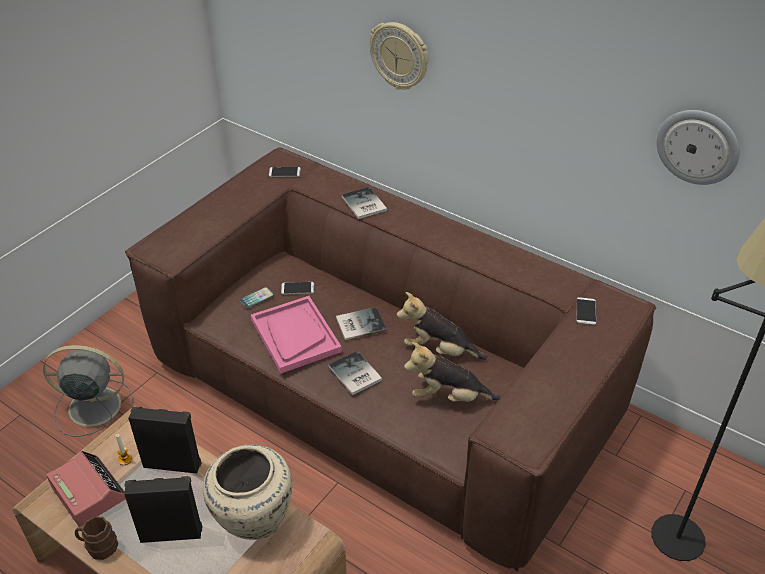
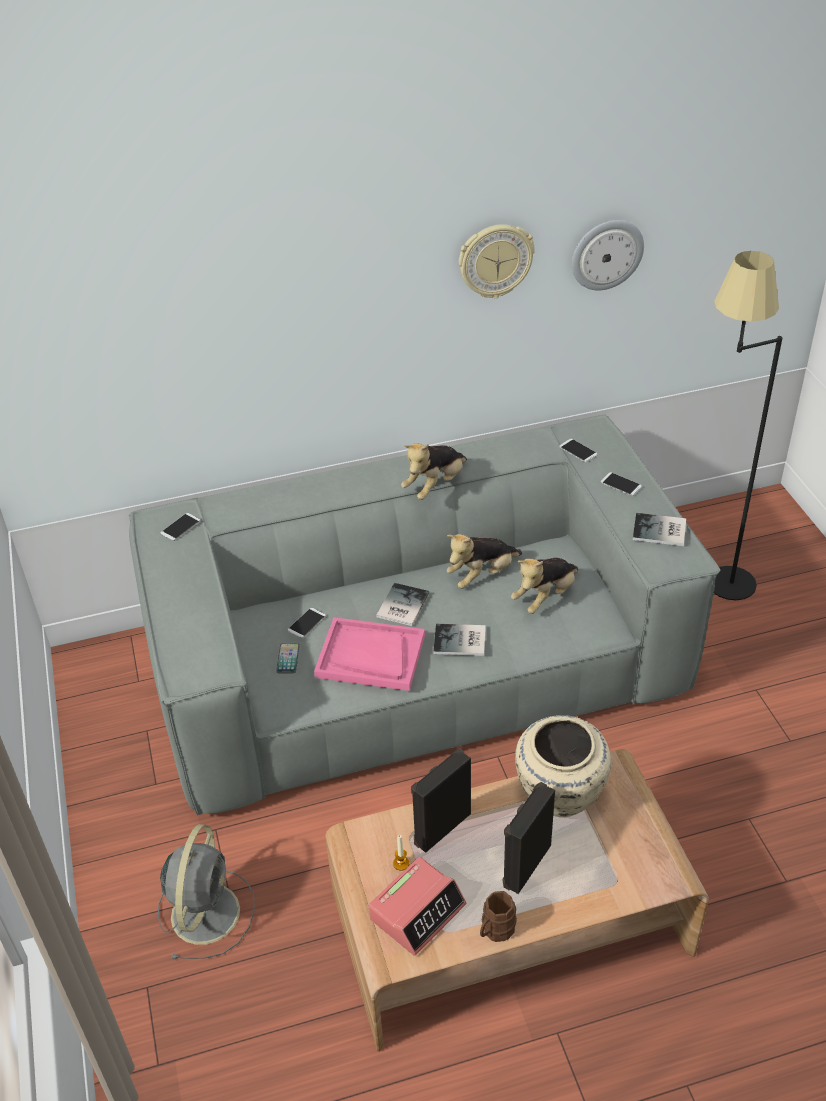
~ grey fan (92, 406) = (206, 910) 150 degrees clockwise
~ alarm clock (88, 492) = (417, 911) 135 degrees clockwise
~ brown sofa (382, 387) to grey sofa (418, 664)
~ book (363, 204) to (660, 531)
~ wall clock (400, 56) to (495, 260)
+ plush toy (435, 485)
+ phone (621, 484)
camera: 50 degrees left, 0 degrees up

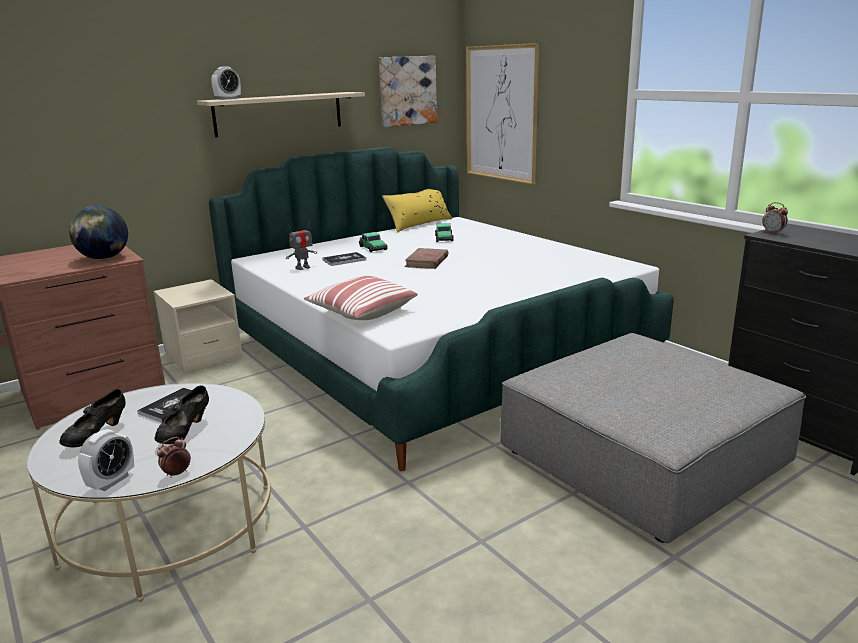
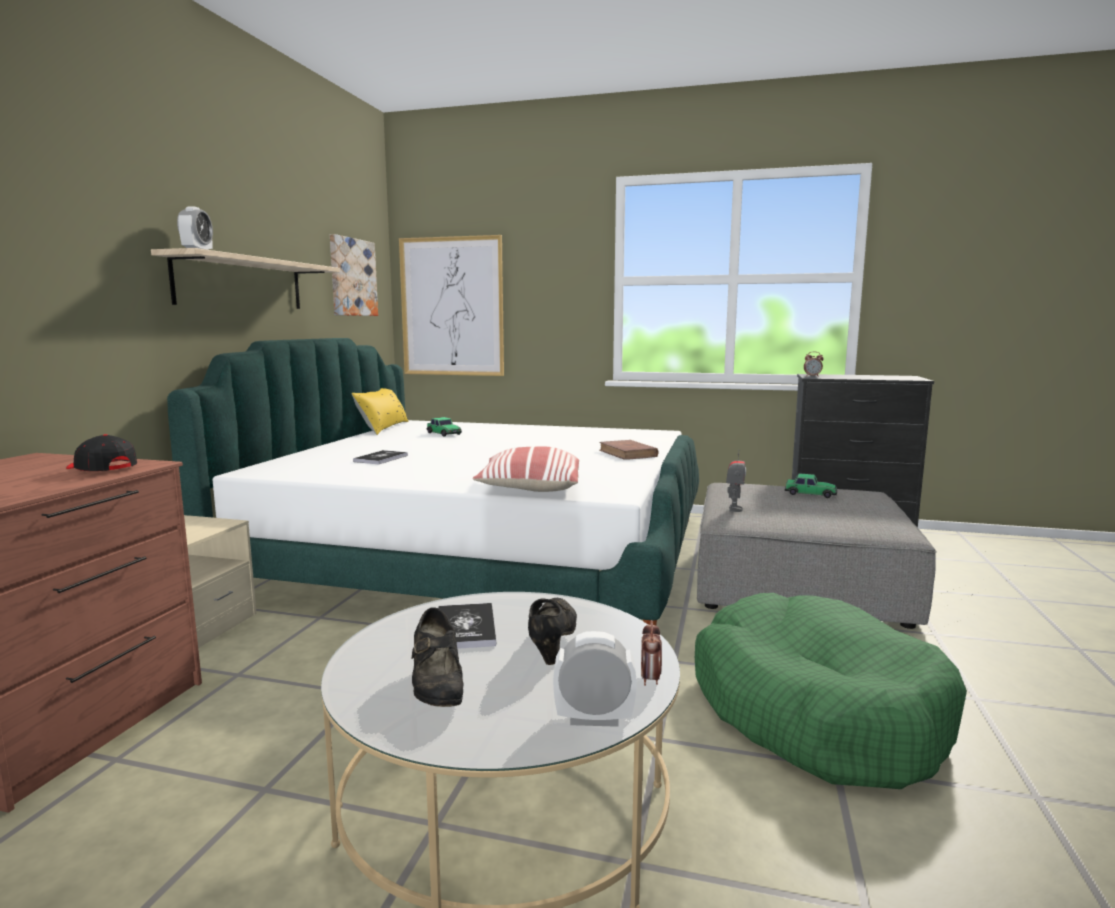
~ globe (104, 258) to black cap (101, 468)
~ alarm clock (111, 481) = (594, 719) 75 degrees counterclockwise
~ black shoe (185, 433) = (552, 644) 150 degrees counterclockwise
~ toy robot (303, 267) to (734, 509)
~ toy car (373, 248) to (810, 494)
~ brown book (427, 261) to (627, 453)
+ green dog bed (815, 711)
camera: 40 degrees left, 10 degrees down

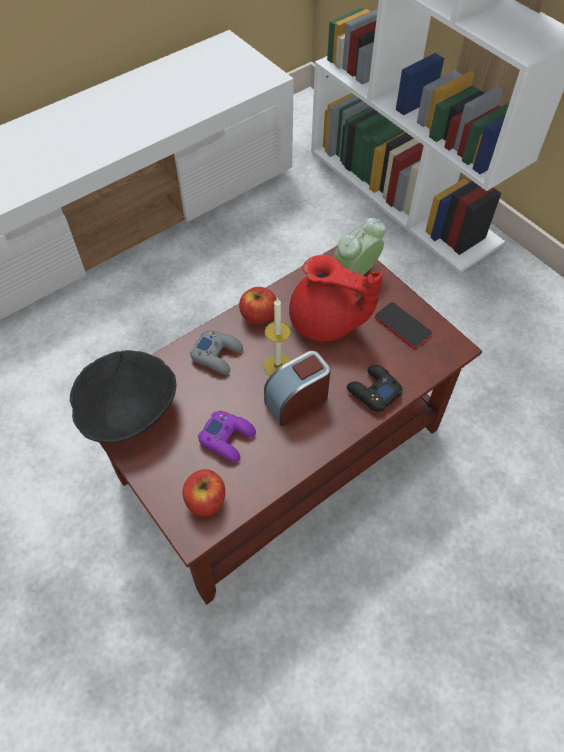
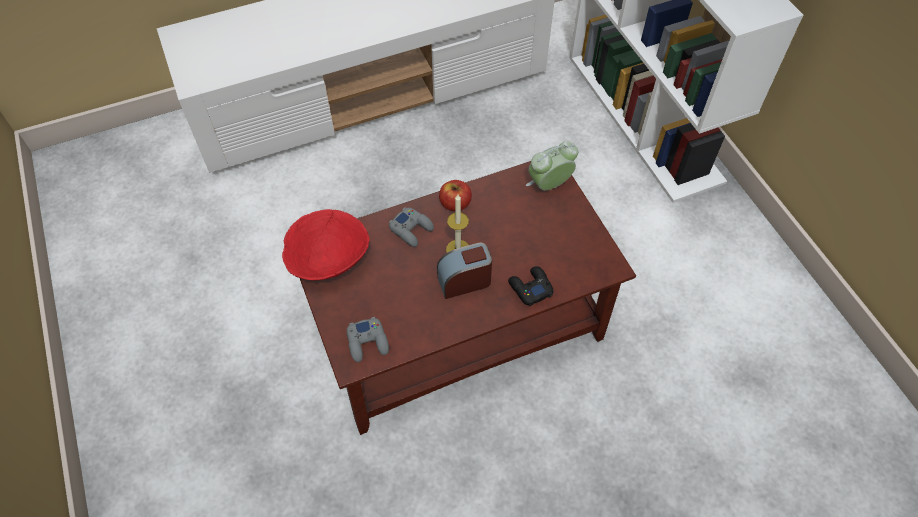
~ black bowl (129, 412) to red bowl (328, 260)
~ apple (205, 500) to grey game controller (368, 342)
- purple game controller (228, 438)
- red teapot (326, 323)
- phone (402, 326)
camera: 15 degrees right, 0 degrees up

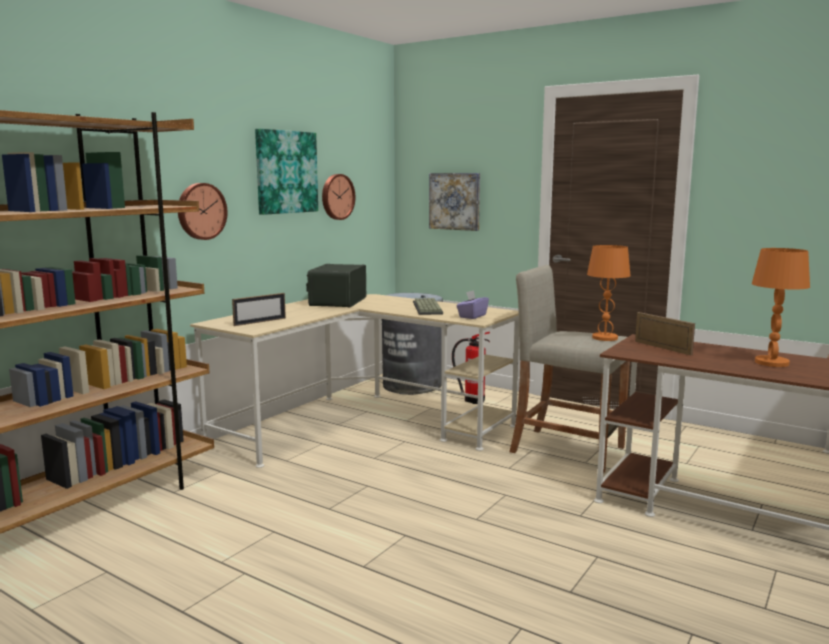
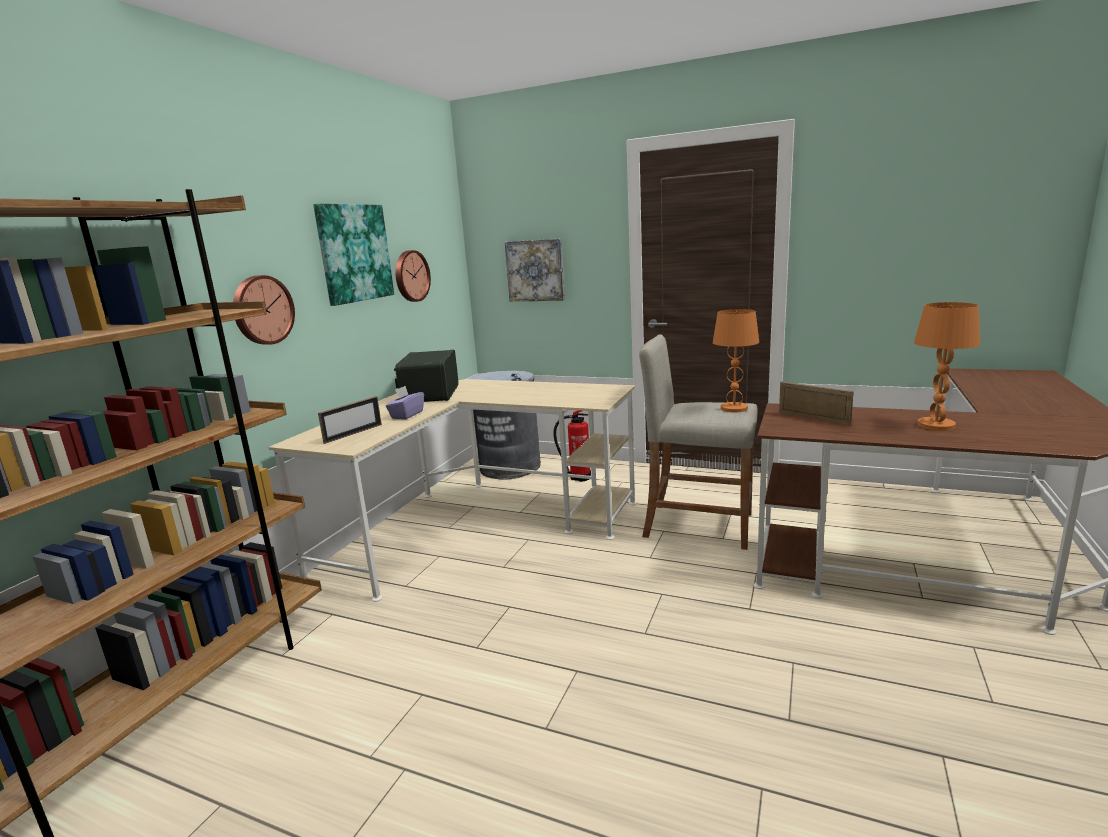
- keyboard (428, 308)
~ purple tissue box (472, 316) to (407, 415)
camera: 10 degrees left, 5 degrees up

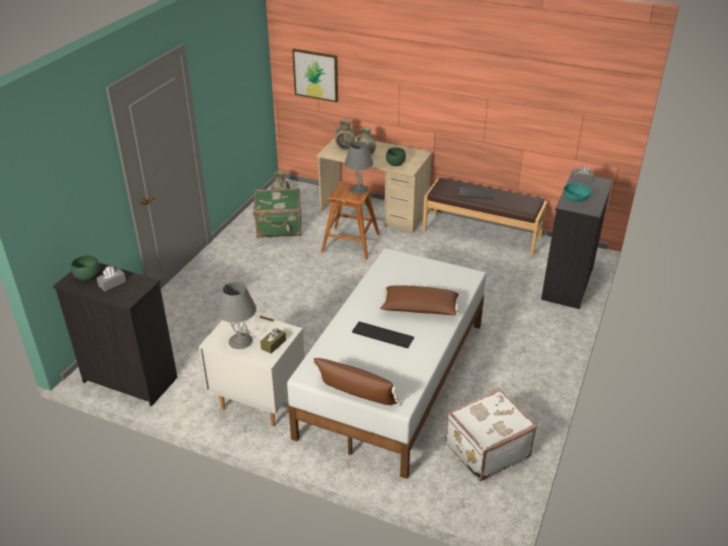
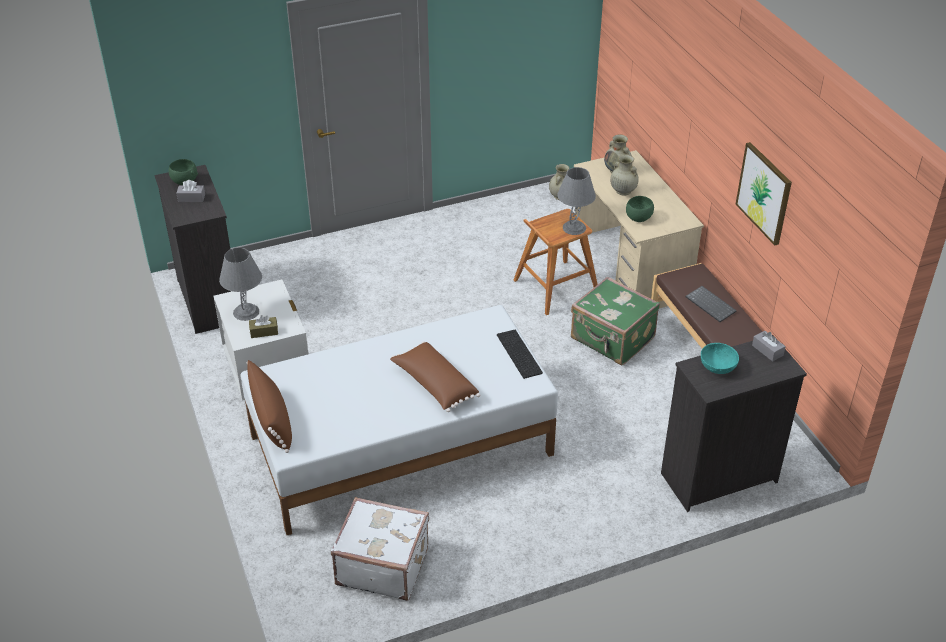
~ green suitcase (279, 227) to (612, 339)
~ picture (316, 75) to (764, 193)
~ keyboard (381, 335) to (517, 354)
camera: 45 degrees right, 5 degrees up

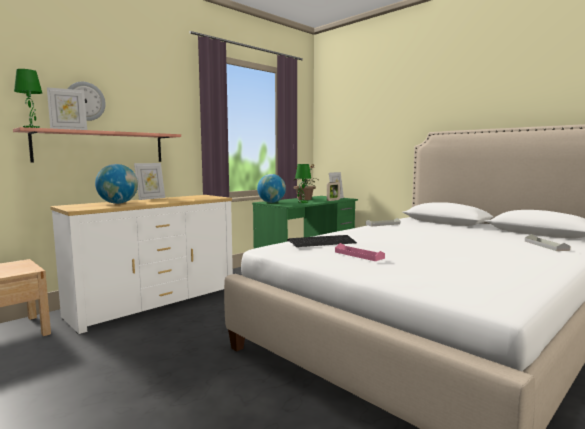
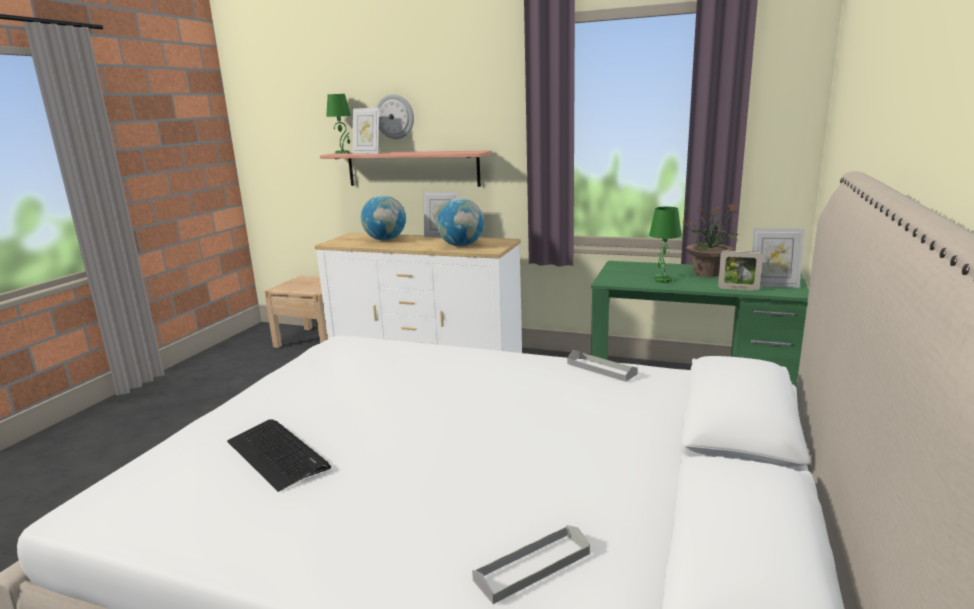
~ globe (271, 202) to (461, 245)
~ keyboard (322, 242) to (277, 454)
- pink tray (359, 255)
camera: 65 degrees right, 10 degrees up

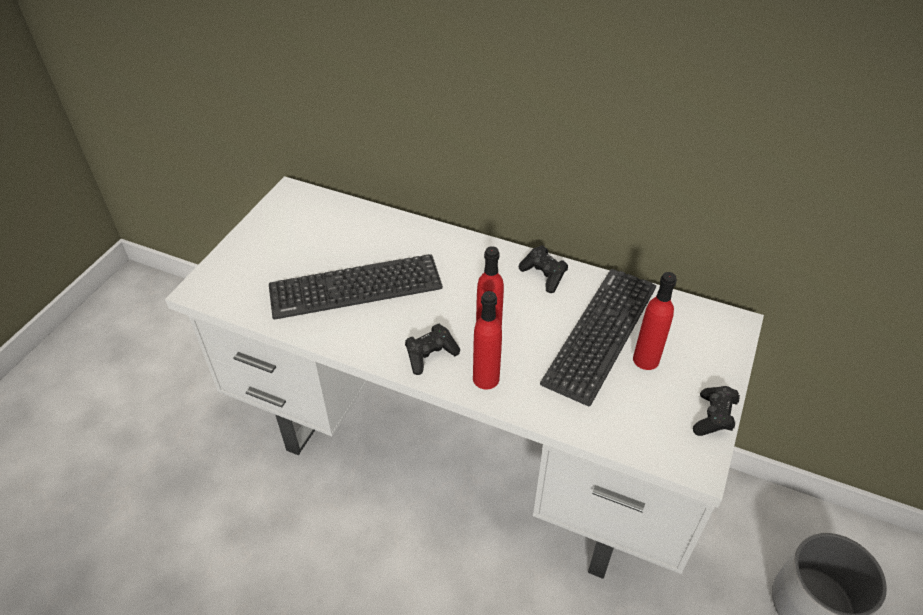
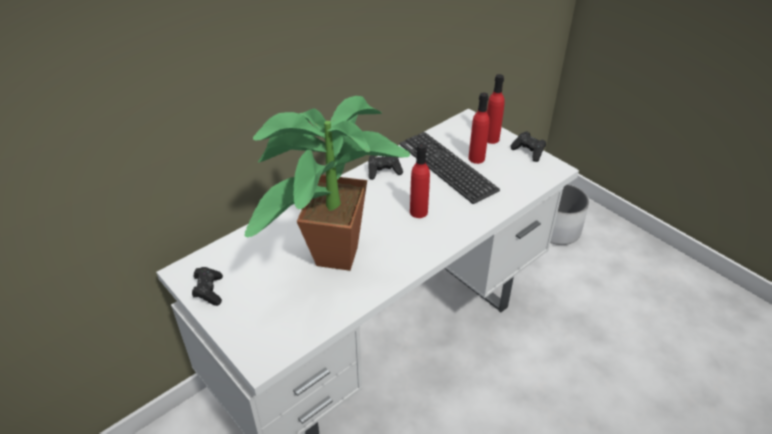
~ keyboard (355, 287) to potted plant (330, 262)
~ black game controller (430, 355) to (209, 291)
~ red bottle (486, 378) to (491, 139)
camera: 65 degrees left, 5 degrees down

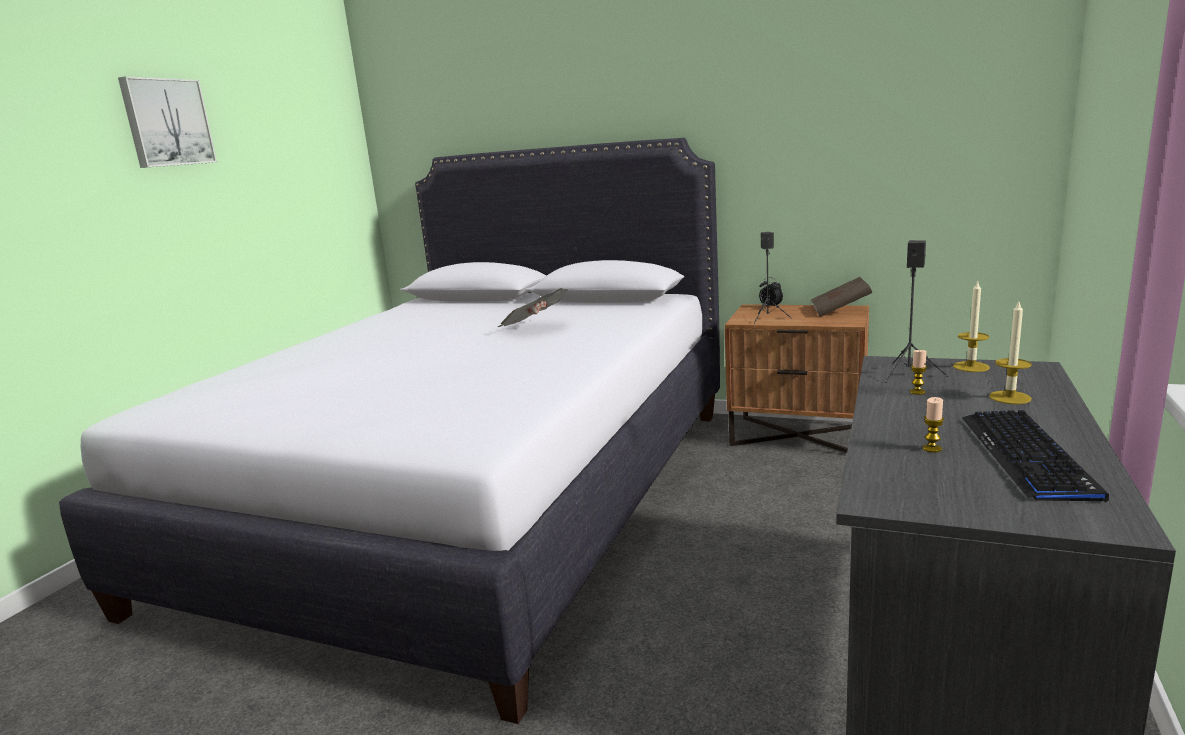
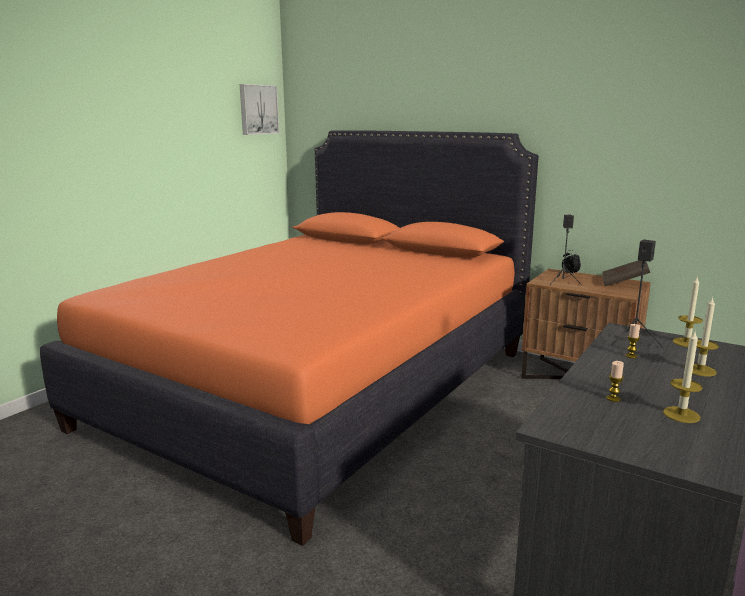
~ white bed (474, 496) to orange bed (319, 387)
~ picture (167, 122) to (258, 109)
- newspaper (534, 327)
~ keyboard (1027, 456) to candle (681, 414)
camera: 10 degrees right, 0 degrees up

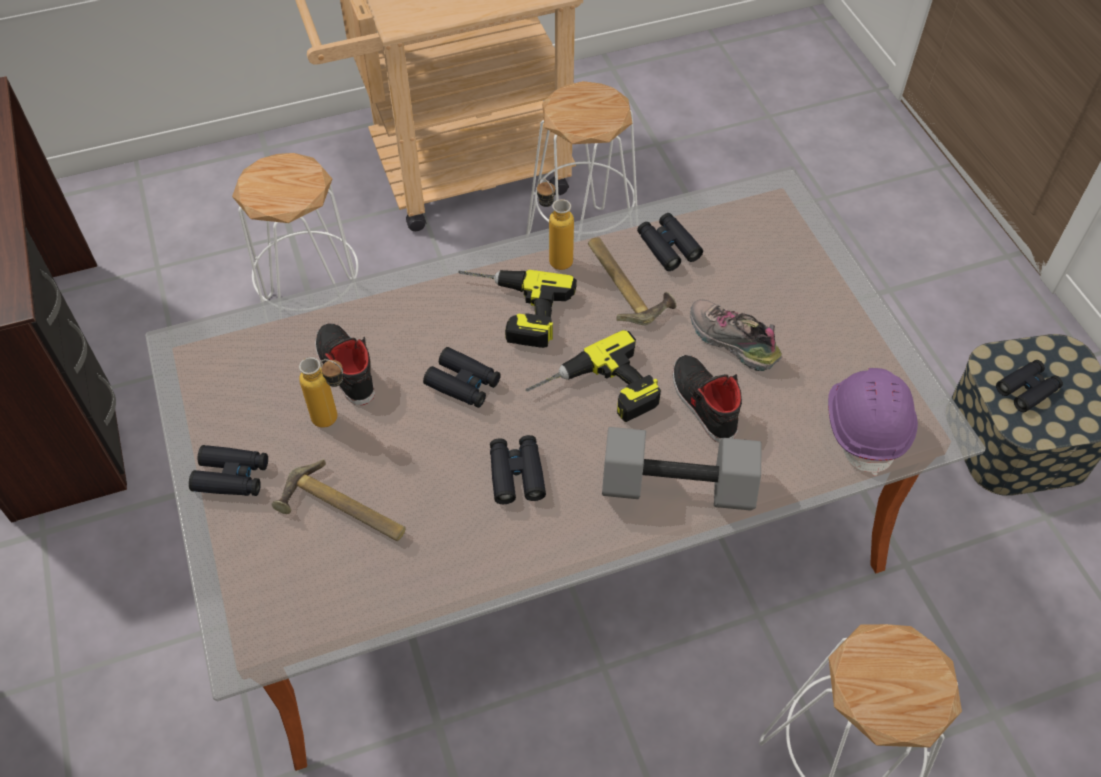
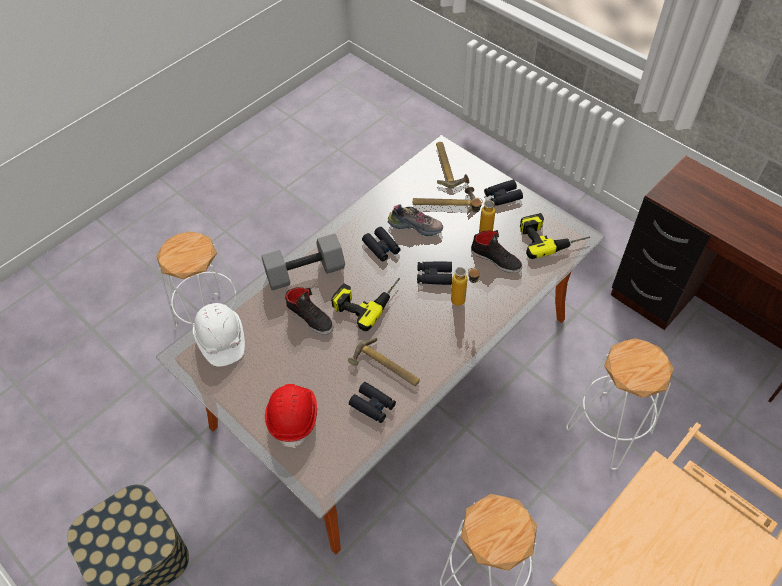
~ power drill (510, 310) to (551, 236)
~ bottle (554, 256) to (464, 302)
~ shoe (730, 342) to (416, 226)
~ purple hard hat (866, 426) to white hard hat (221, 340)
- black binoculars (1027, 389)
+ red hard hat (293, 417)
+ hammer (448, 167)
camera: 155 degrees right, 0 degrees up

